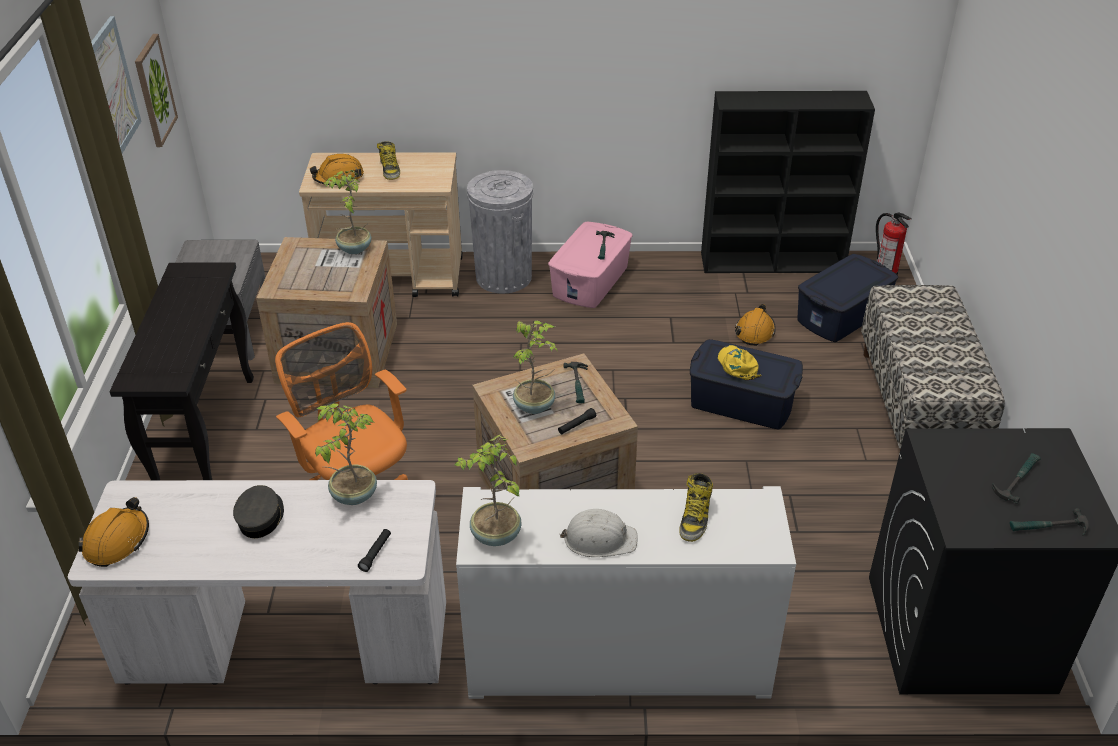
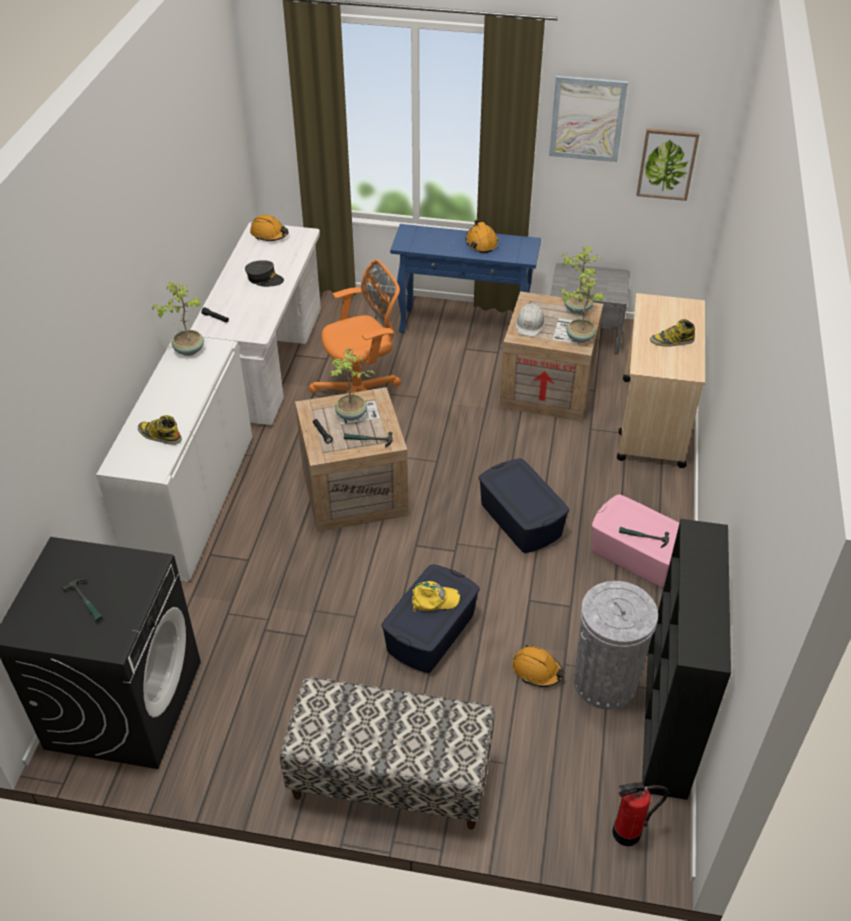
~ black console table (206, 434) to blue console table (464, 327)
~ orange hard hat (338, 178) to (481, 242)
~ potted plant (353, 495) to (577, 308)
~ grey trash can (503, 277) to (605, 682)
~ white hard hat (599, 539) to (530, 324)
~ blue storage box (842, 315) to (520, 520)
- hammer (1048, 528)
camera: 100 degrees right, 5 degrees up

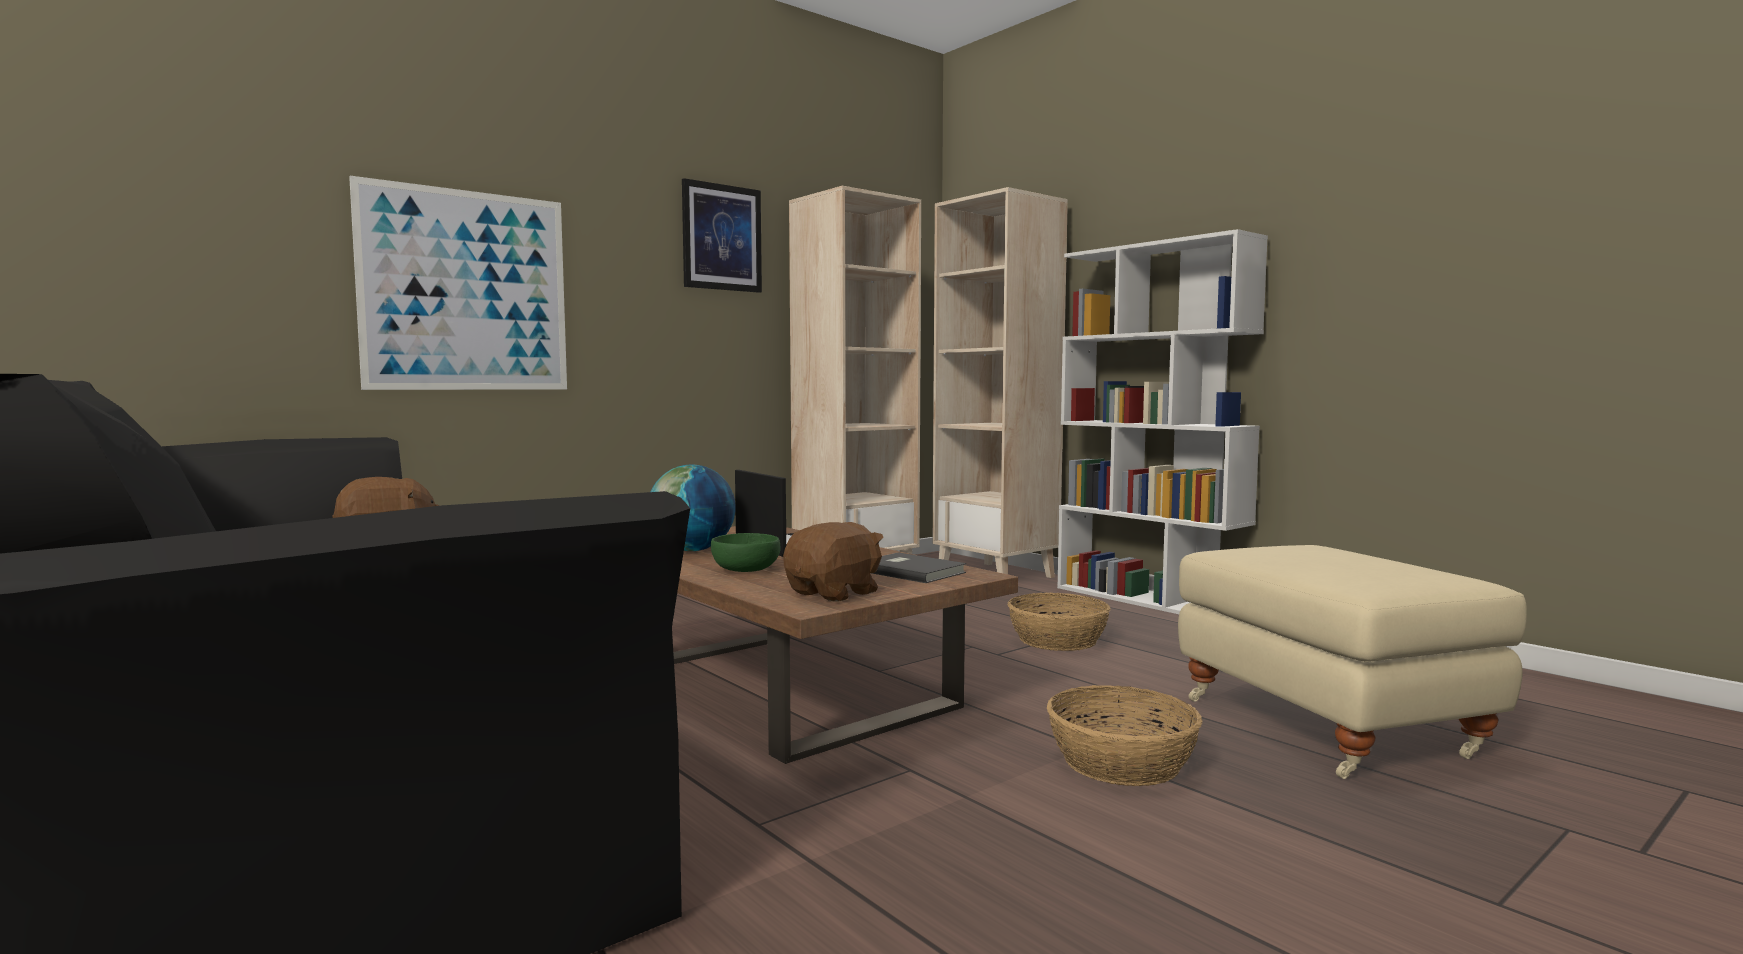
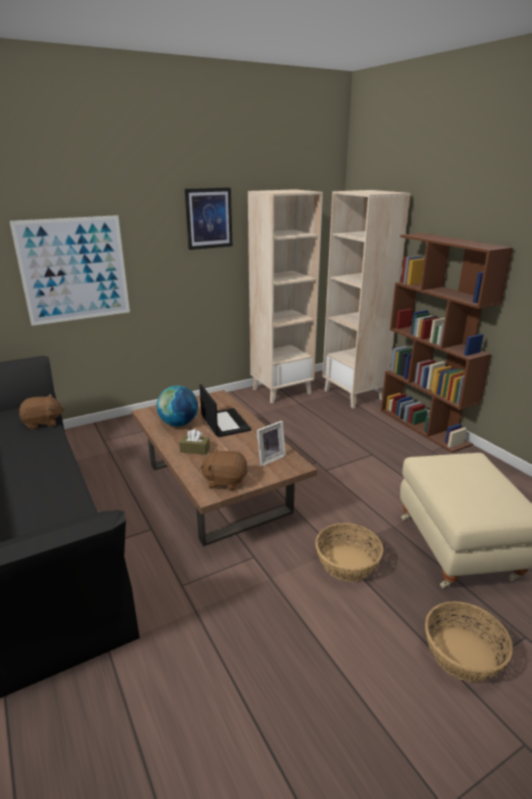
~ green bowl (745, 570) to brown tissue box (195, 449)
~ brown plush toy (835, 593) = (225, 481) 135 degrees counterclockwise
~ grey book (911, 571) to picture frame (269, 458)
~ basket (1058, 640) to (463, 654)
~ white bookcase (1150, 600) to brown bookcase (424, 427)
camera: 10 degrees right, 20 degrees up

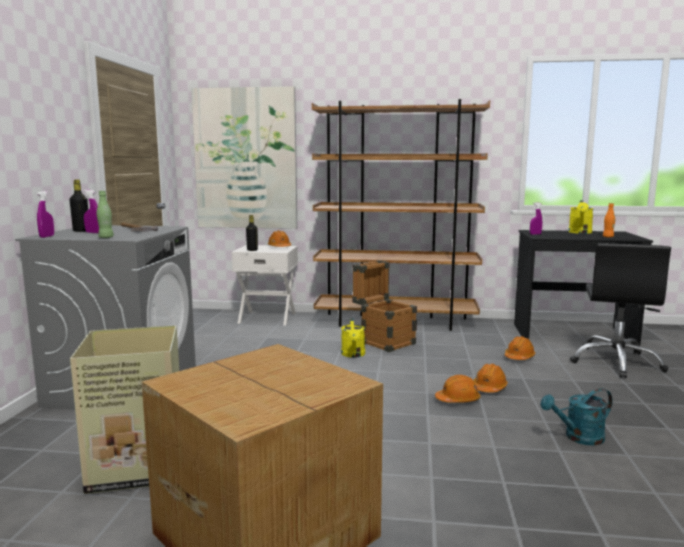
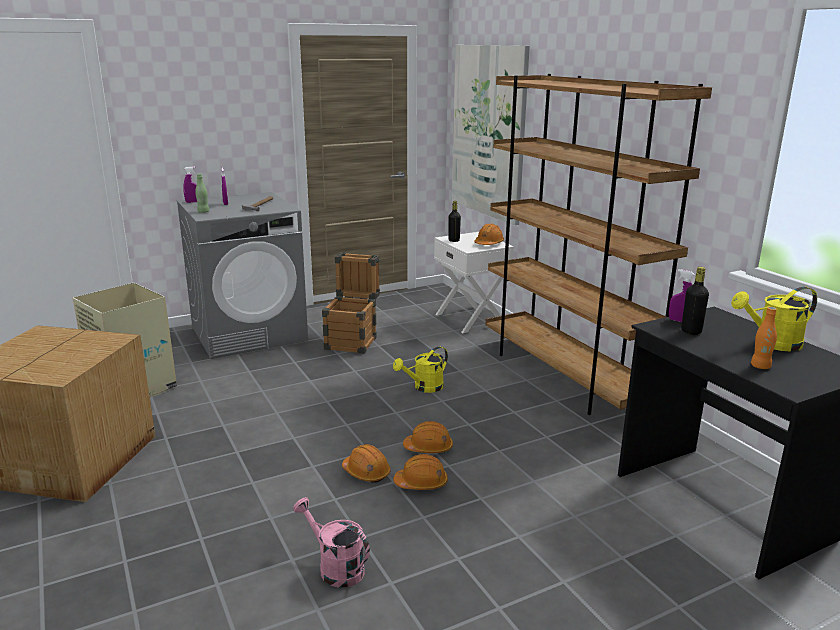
~ black bottle (81, 231) to (691, 331)
~ crate (383, 341) to (353, 340)
~ orange hard hat (519, 357) to (428, 448)
~ turquoise watering can (578, 438) to pink watering can (335, 567)
- black office chair (616, 362)
camera: 55 degrees right, 10 degrees up

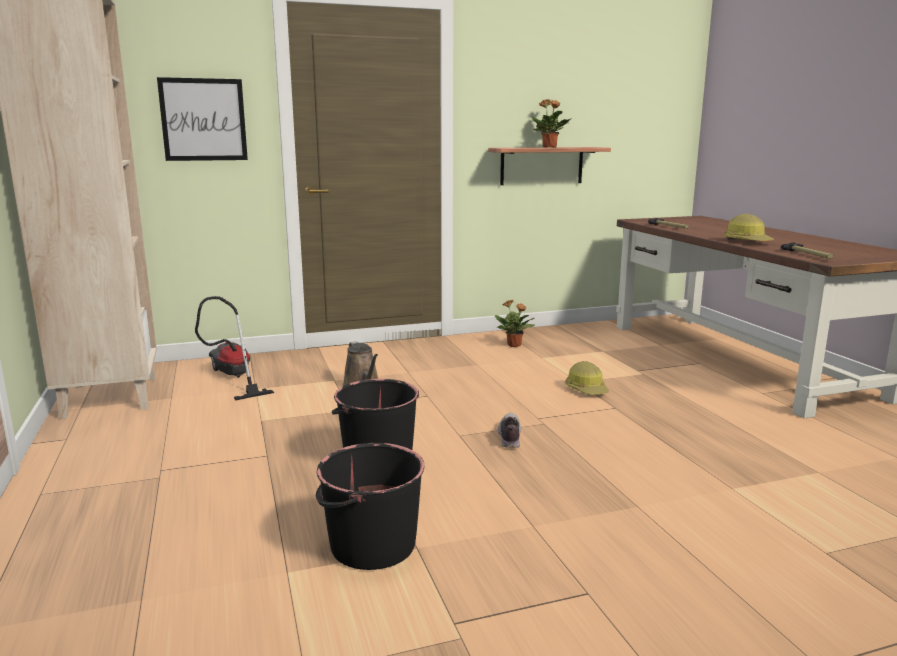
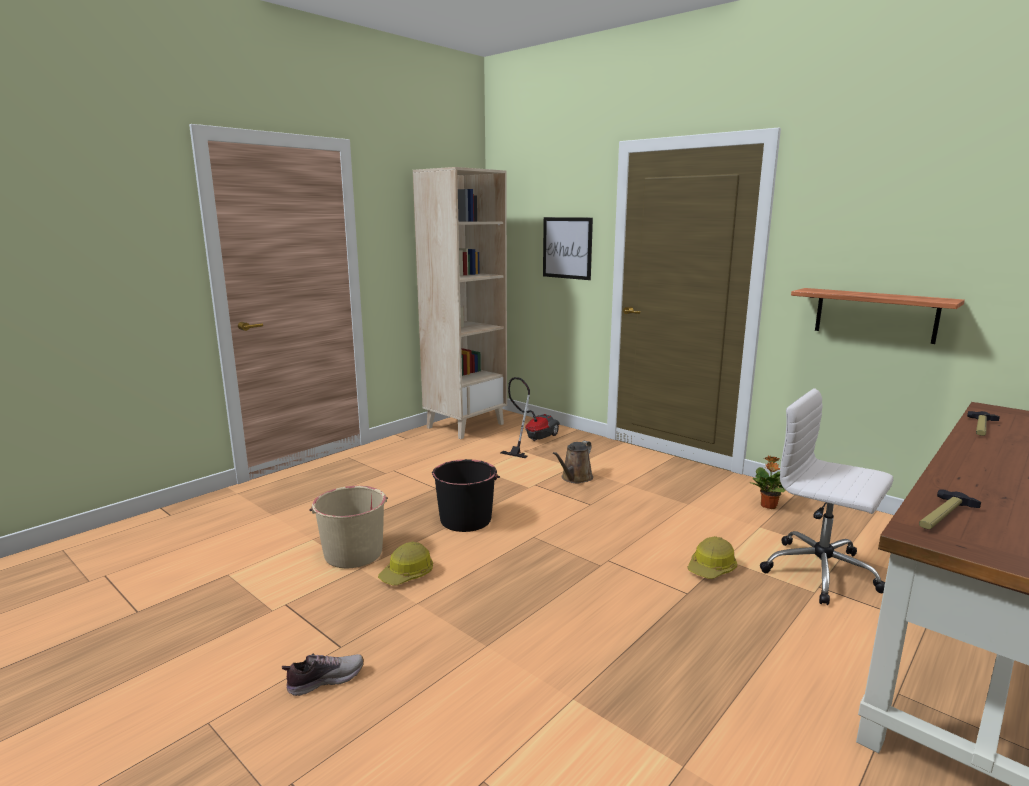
~ black bucket (371, 545) to beige bucket (353, 553)
~ shoe (509, 437) to (325, 680)
- potted plant (549, 147)
~ hard hat (747, 242) to (407, 574)
+ white office chair (822, 573)
camera: 60 degrees right, 0 degrees up

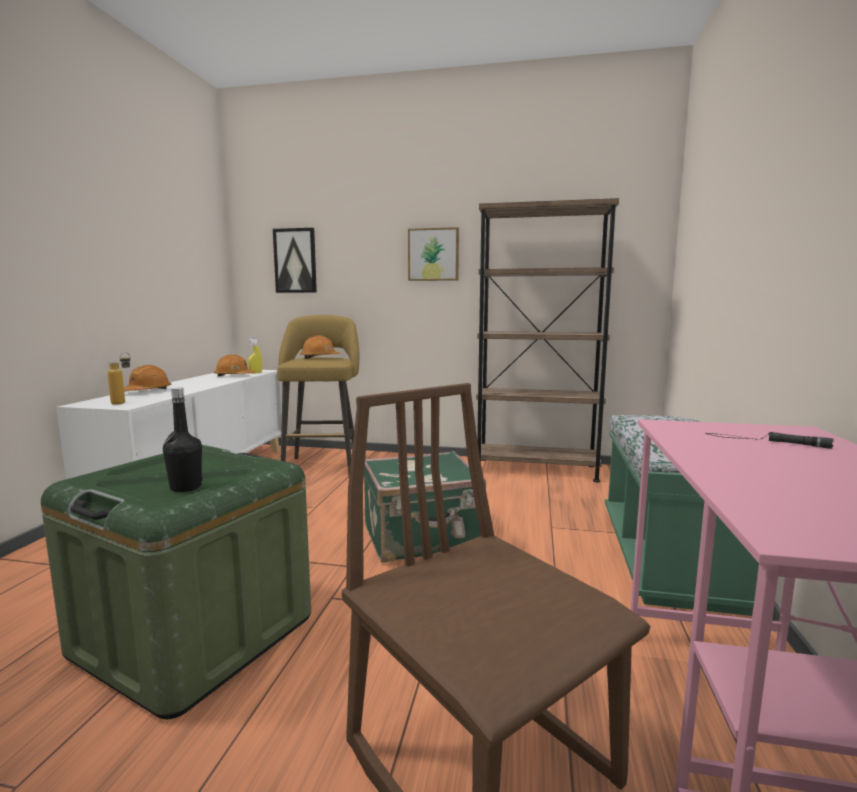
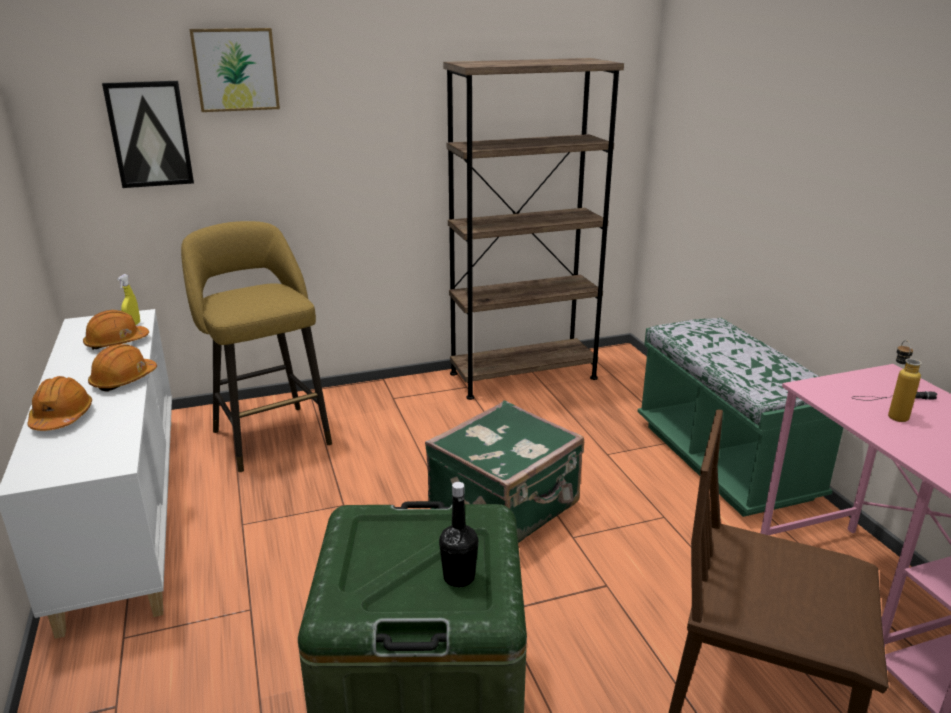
~ bottle (123, 402) to (894, 414)
~ orange hard hat (319, 357) to (124, 380)
~ picture (433, 255) to (235, 69)
camera: 30 degrees left, 15 degrees up

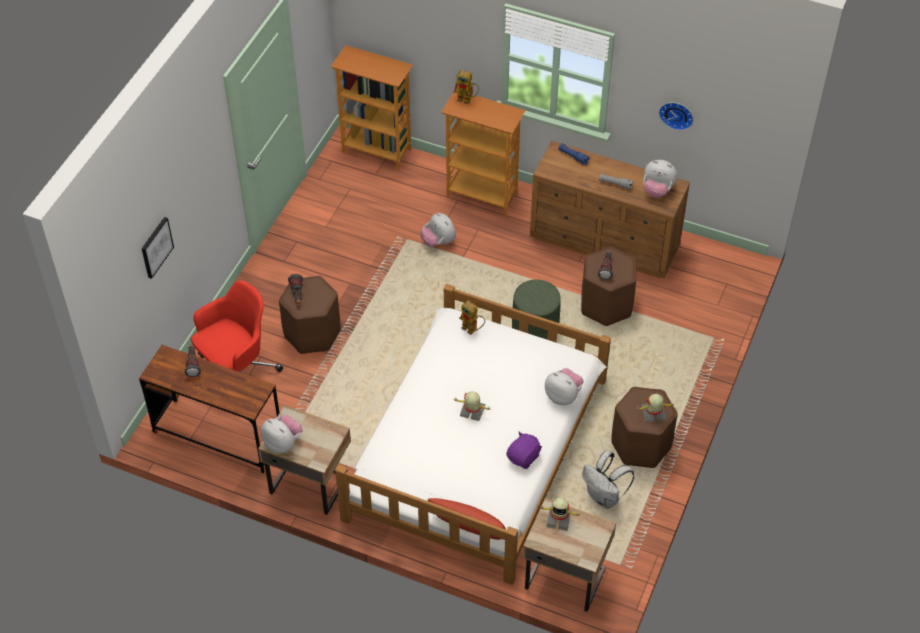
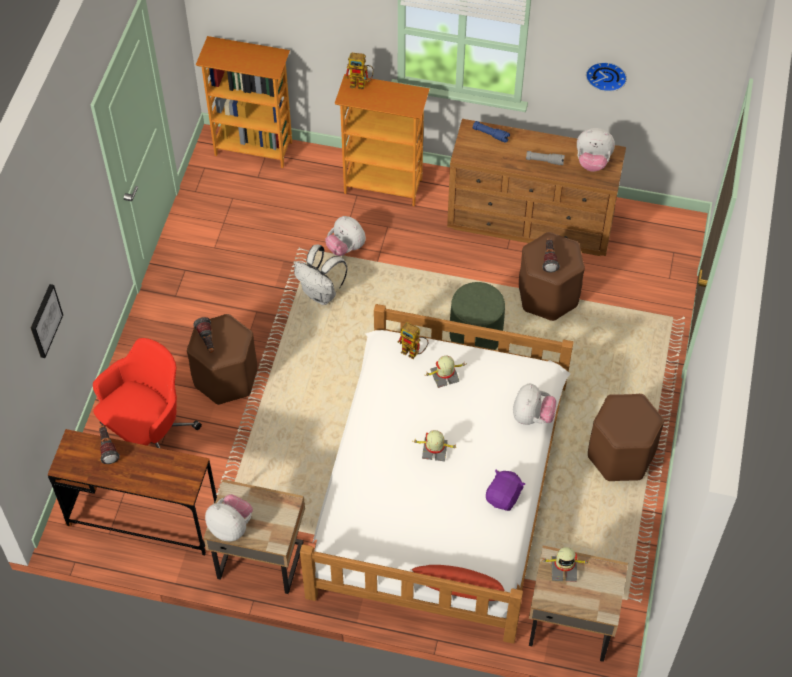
~ plush toy (563, 396) = (532, 416) 75 degrees clockwise
~ white backpack (604, 497) to (321, 294)
~ toy robot (653, 414) to (444, 376)
camera: 10 degrees left, 5 degrees up

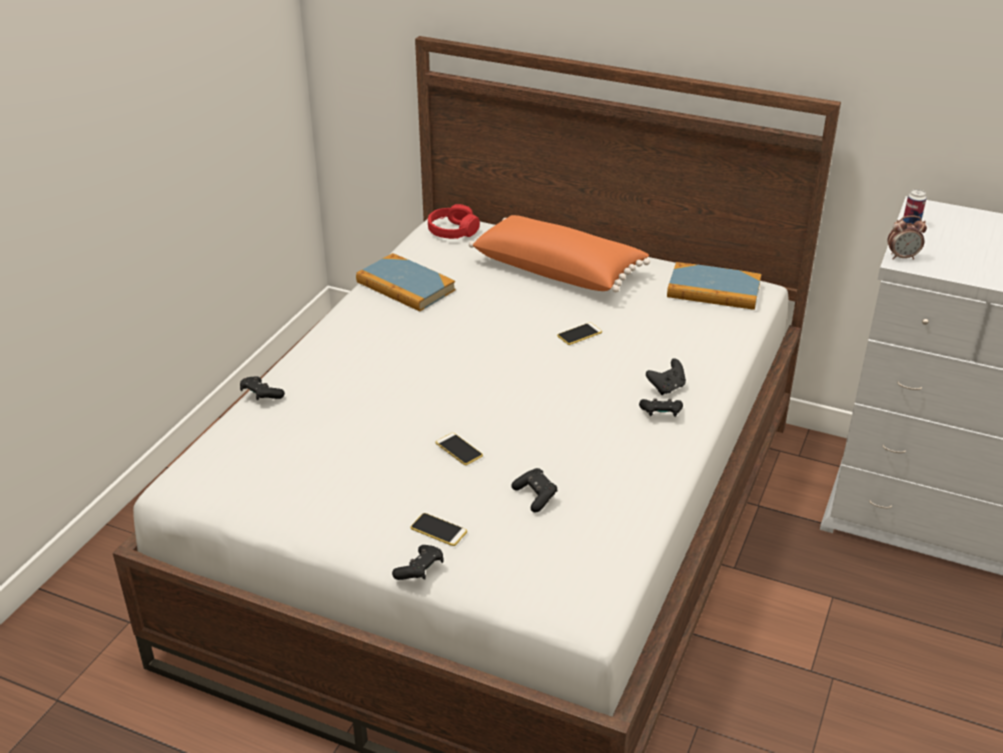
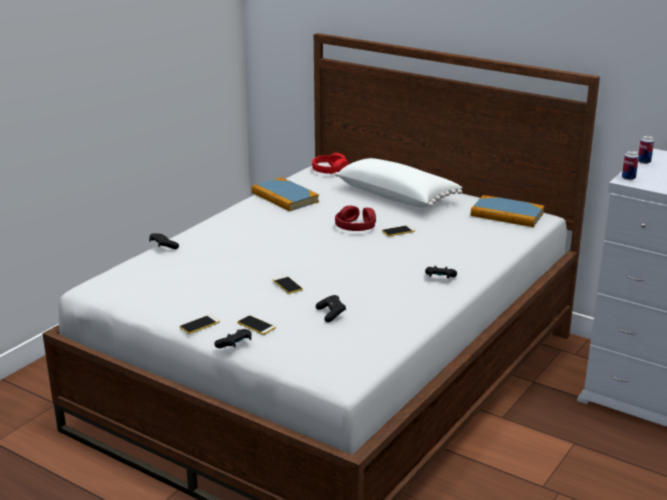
~ orange pillow (558, 270) to white pillow (397, 196)
- black game controller (666, 388)
~ alarm clock (902, 257) to can (628, 178)
+ phone (199, 325)
+ red headphones (356, 226)
camera: 10 degrees right, 10 degrees down

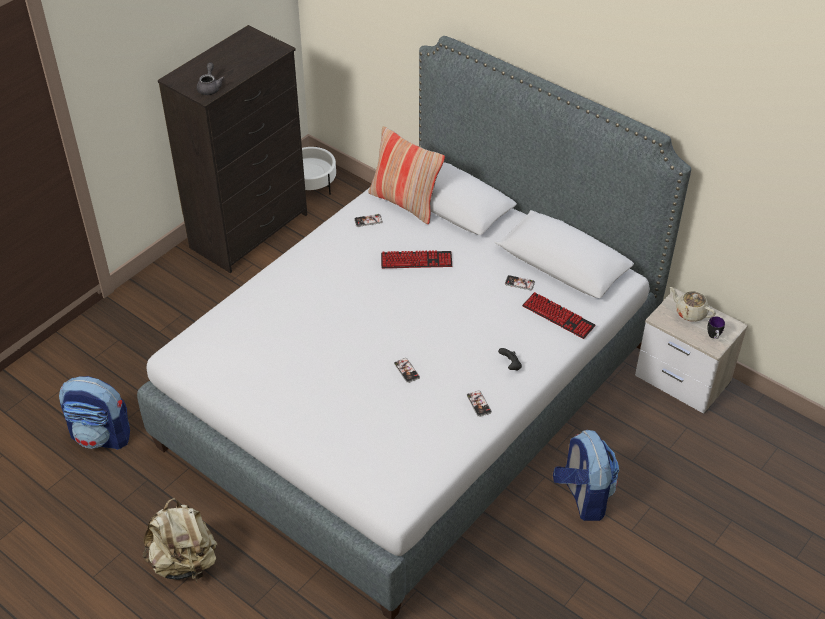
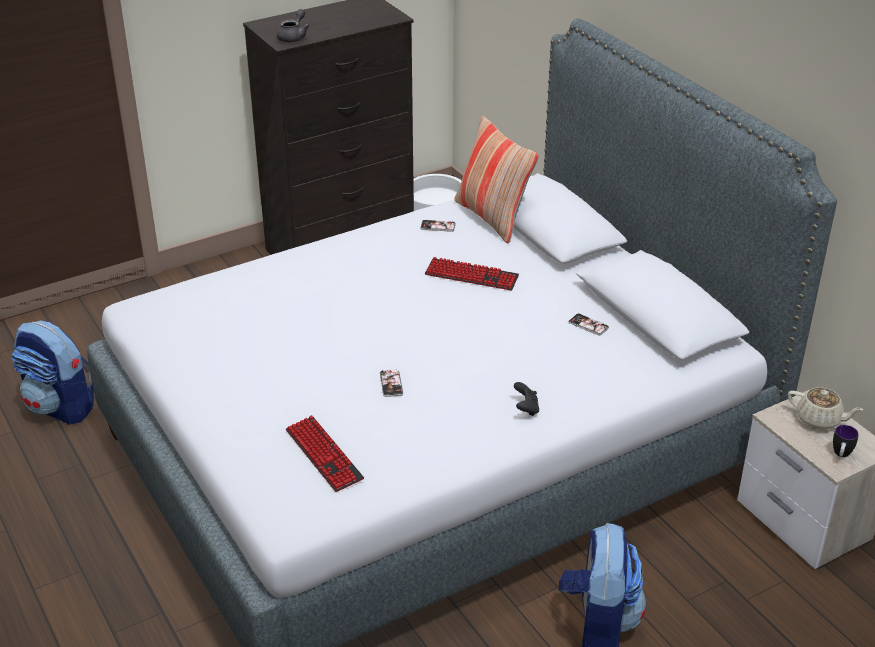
- beige backpack (184, 562)
- phone (479, 404)
~ keyboard (558, 316) to (324, 455)
~ beige teapot (690, 313) = (819, 420) 150 degrees clockwise
camera: 20 degrees right, 10 degrees down

